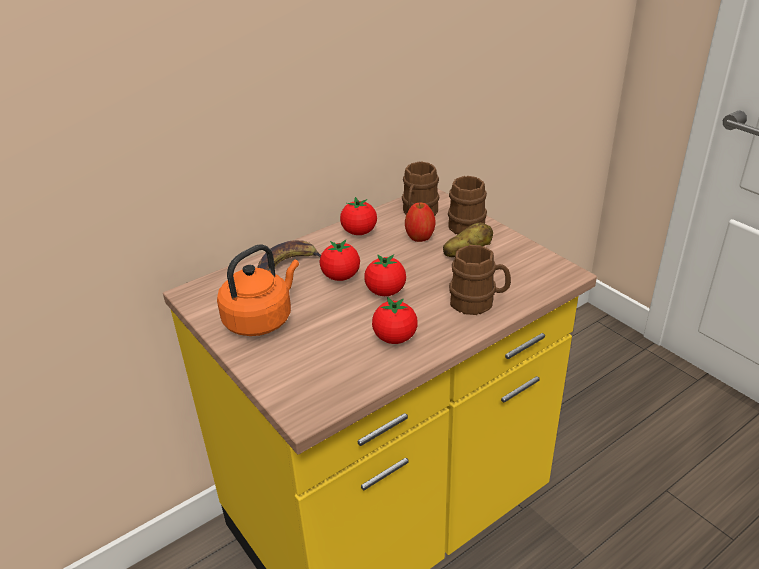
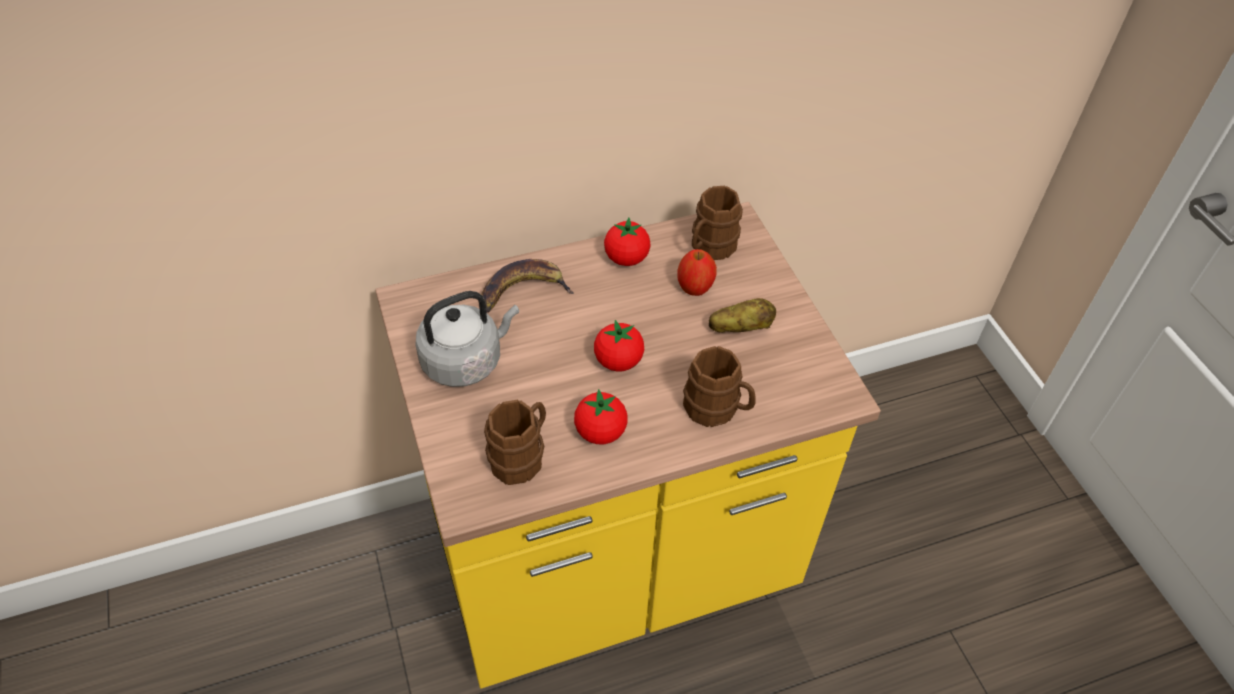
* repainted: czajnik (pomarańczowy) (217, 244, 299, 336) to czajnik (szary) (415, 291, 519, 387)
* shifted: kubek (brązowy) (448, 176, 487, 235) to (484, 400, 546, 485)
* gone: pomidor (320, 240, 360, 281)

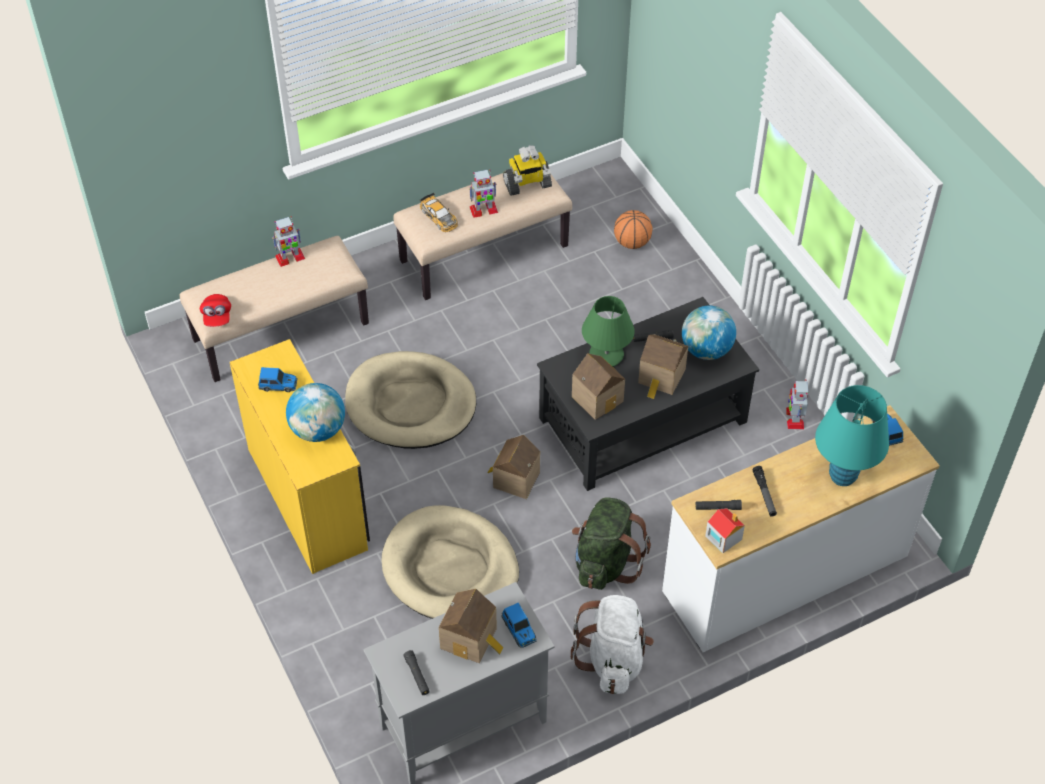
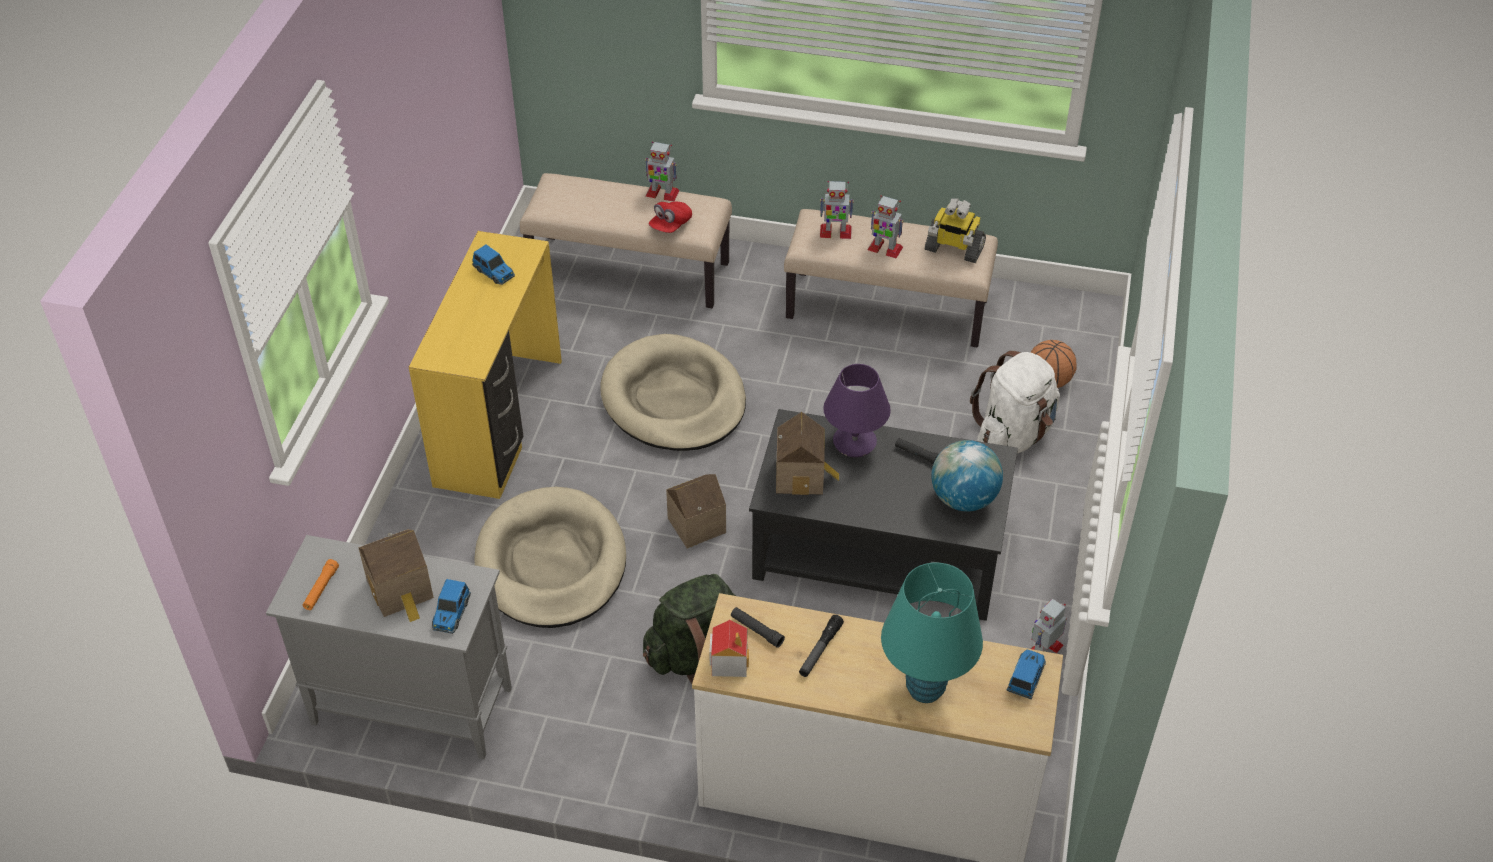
* repainted: latarka (czarny) (403, 650, 430, 695) to latarka (pomarańczowy) (303, 559, 339, 610)
* shifted: czapka z daszkiem (czerwony) (200, 294, 231, 327) to (649, 202, 692, 233)
* swapped: samochodzik (420, 193, 458, 232) to robot zabawkowy (820, 181, 854, 239)
* repainted: lampa stołowa (zielony) (582, 296, 635, 367) to lampa stołowa (fioletowy) (823, 364, 891, 457)
* shifted: plecak (biały) (571, 595, 654, 694) to (970, 351, 1060, 453)
* gone: globus (286, 383, 345, 442)
* gone: domek (638, 334, 688, 399)

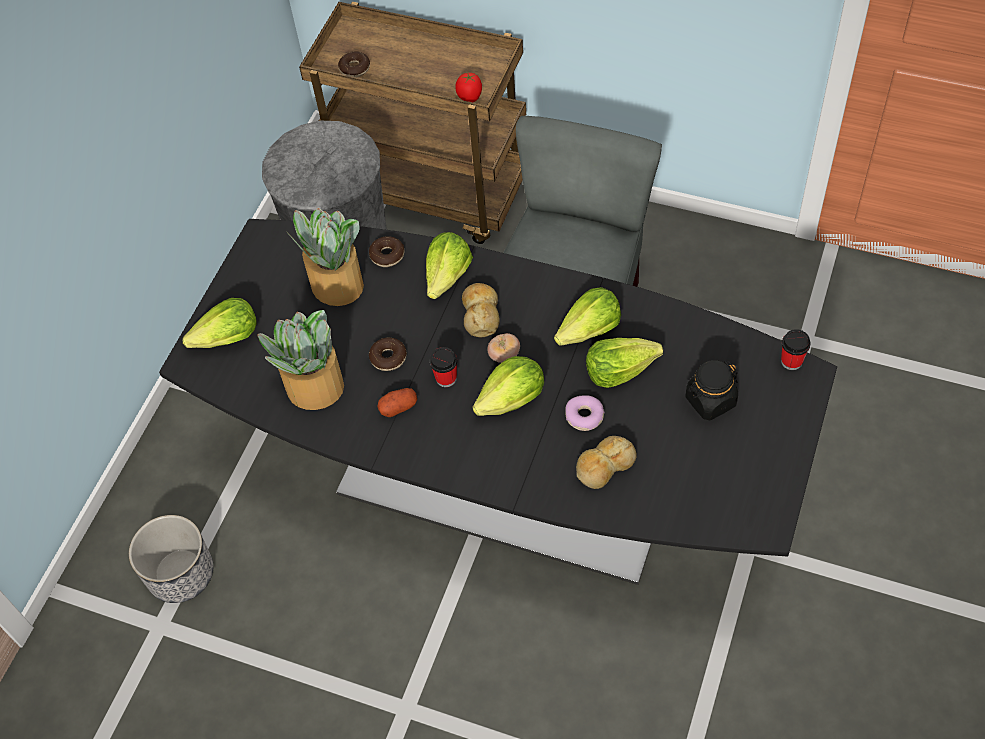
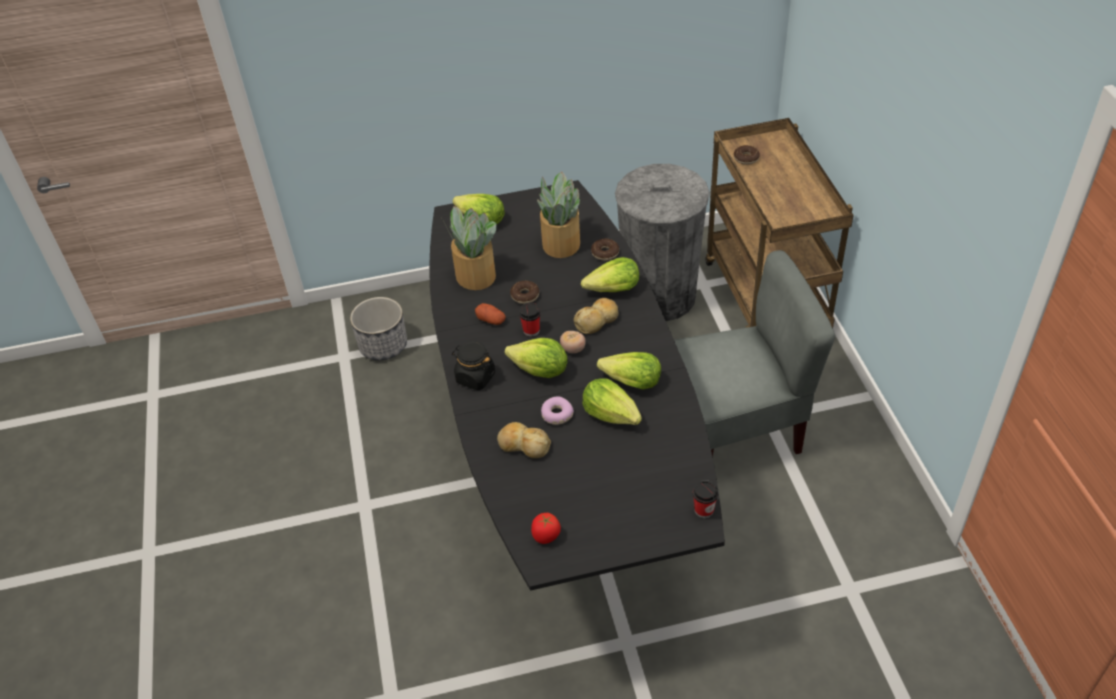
* shifted: słoik (czarny) (685, 360, 738, 420) to (452, 341, 495, 390)
* shifted: pomidor (455, 73, 482, 102) to (531, 513, 561, 544)

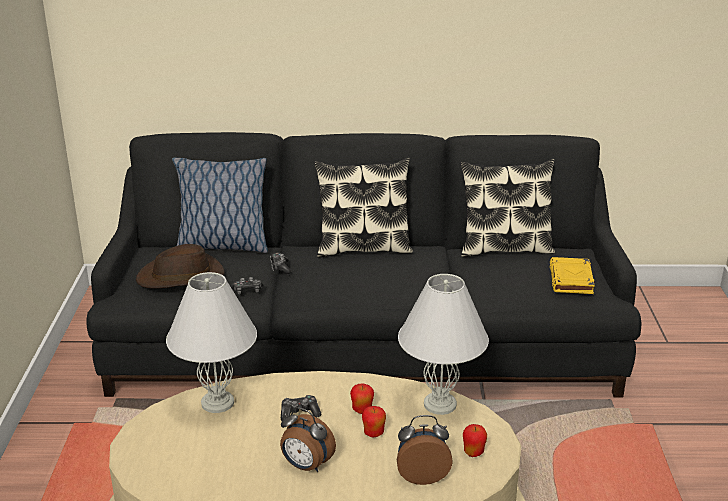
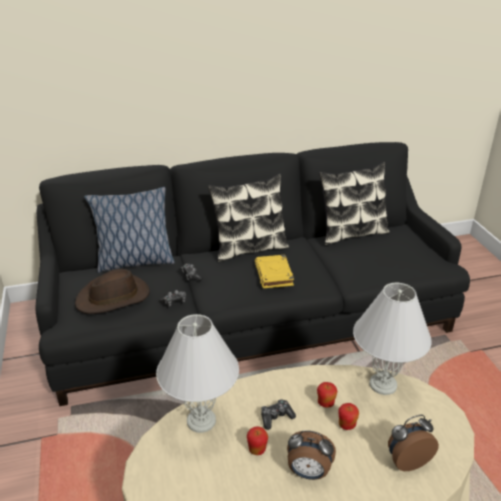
* shifted: jabłko (463, 424, 487, 457) to (247, 426, 268, 455)
* shifted: książka (żółty) (550, 257, 595, 294) to (255, 255, 294, 288)

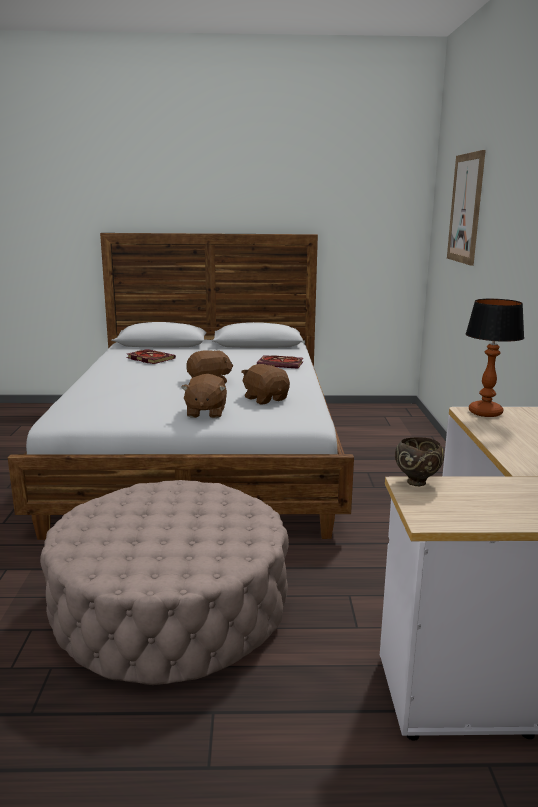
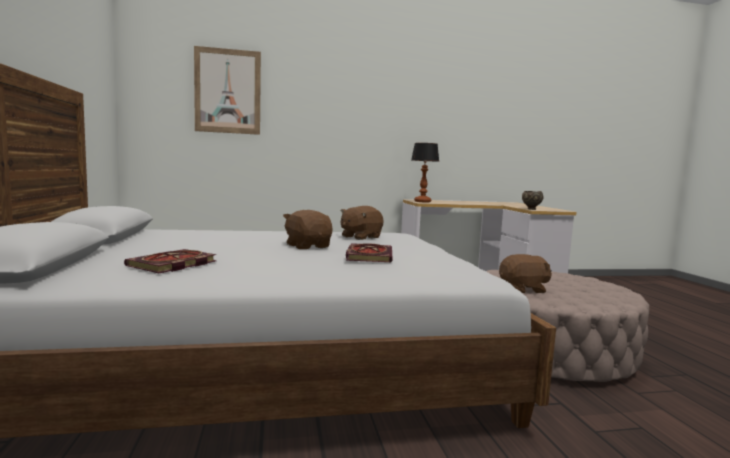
* shifted: książka (257, 355, 303, 369) to (346, 243, 392, 262)
* shifted: pluszak (brązowy) (181, 374, 227, 418) to (499, 254, 552, 293)

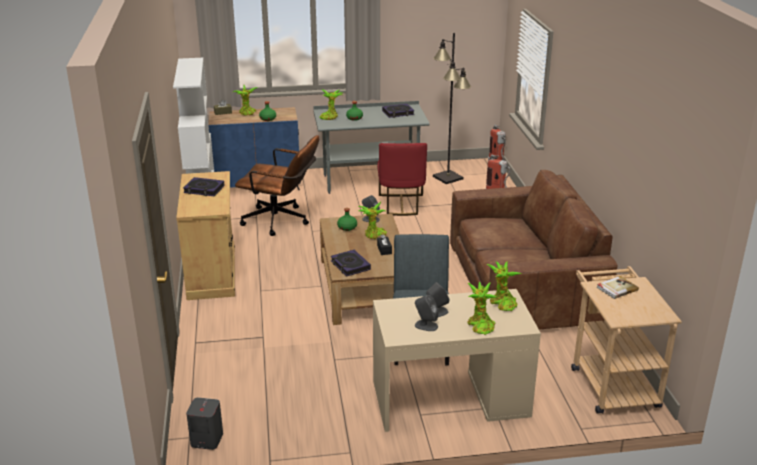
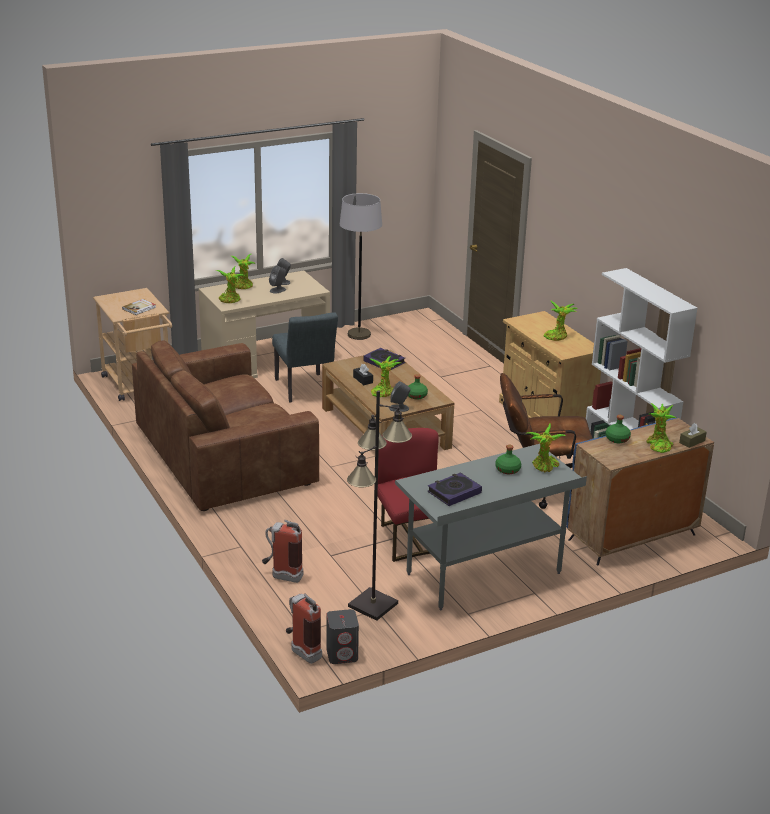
* shifted: głośnik (szary) (186, 398, 223, 450) to (326, 609, 359, 664)
* new: lampa stojąca (szary) (340, 193, 382, 340)
* swapped: książka (183, 177, 225, 196) to roślina doniczkowa (544, 300, 578, 341)

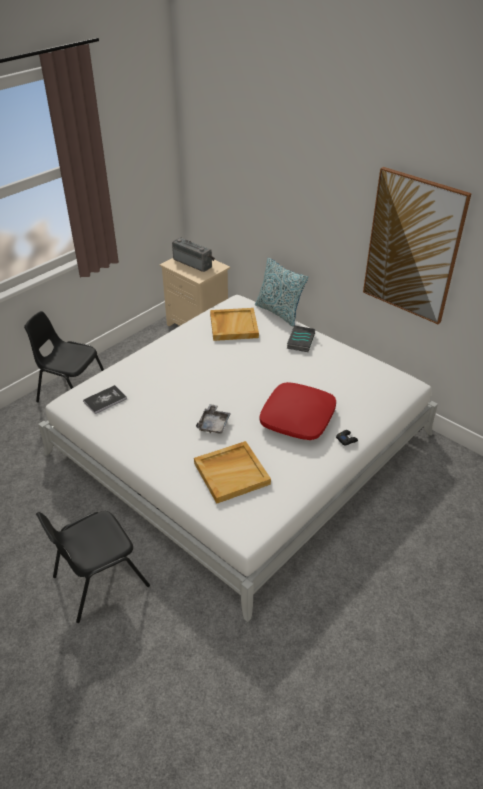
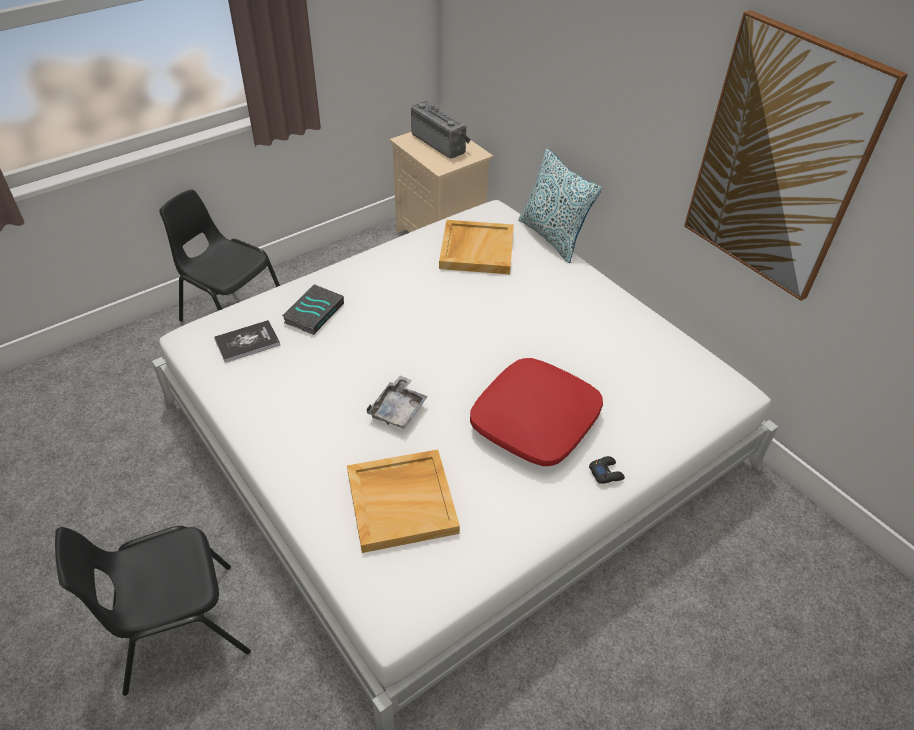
* shifted: książka (287, 325, 315, 352) to (282, 284, 344, 335)

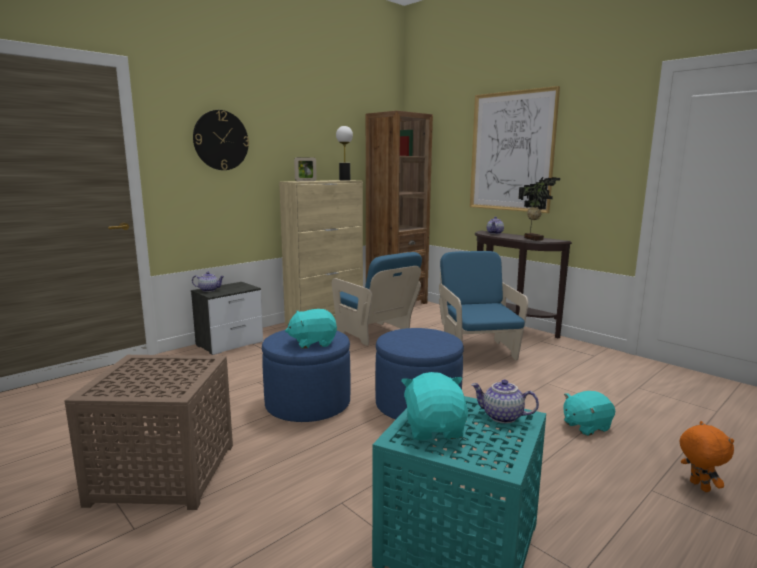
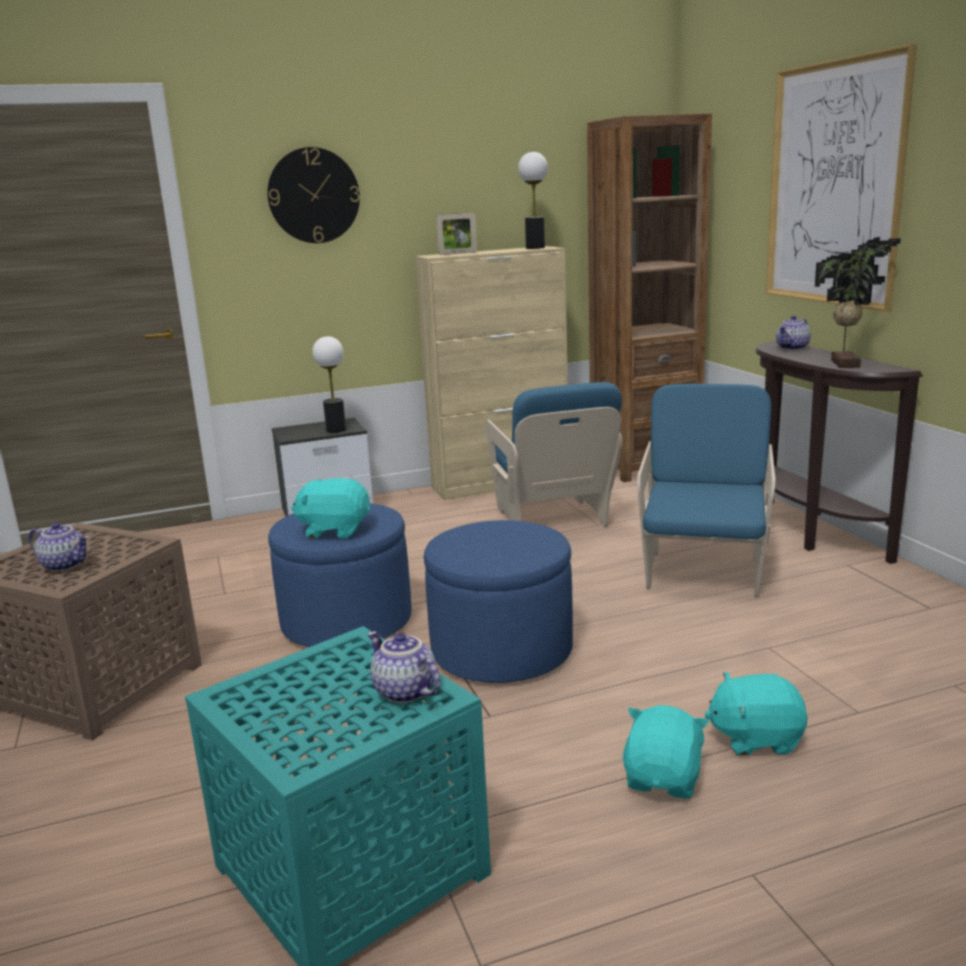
* shifted: imbryk (192, 272, 225, 292) to (29, 522, 89, 572)
* new: lampa stołowa (312, 336, 346, 433)
* shifted: pluszak (turkusowy) (401, 372, 468, 440) to (623, 706, 709, 798)
* gone: pluszak (pomarańczowy) (680, 421, 734, 492)

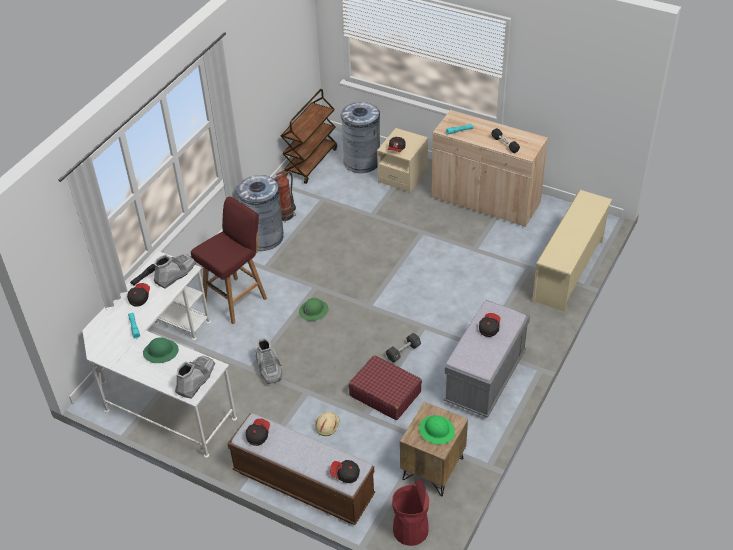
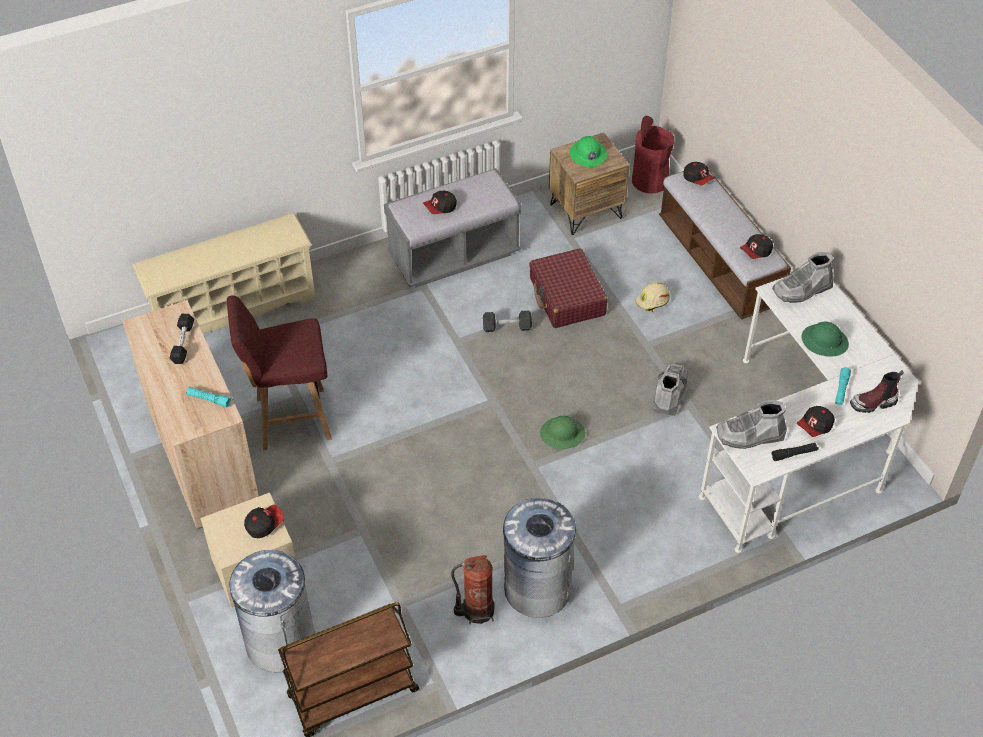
* shifted: stołek (czerwony) (191, 196, 267, 324) to (227, 295, 332, 450)
* new: but z cholewką (850, 370, 904, 413)

